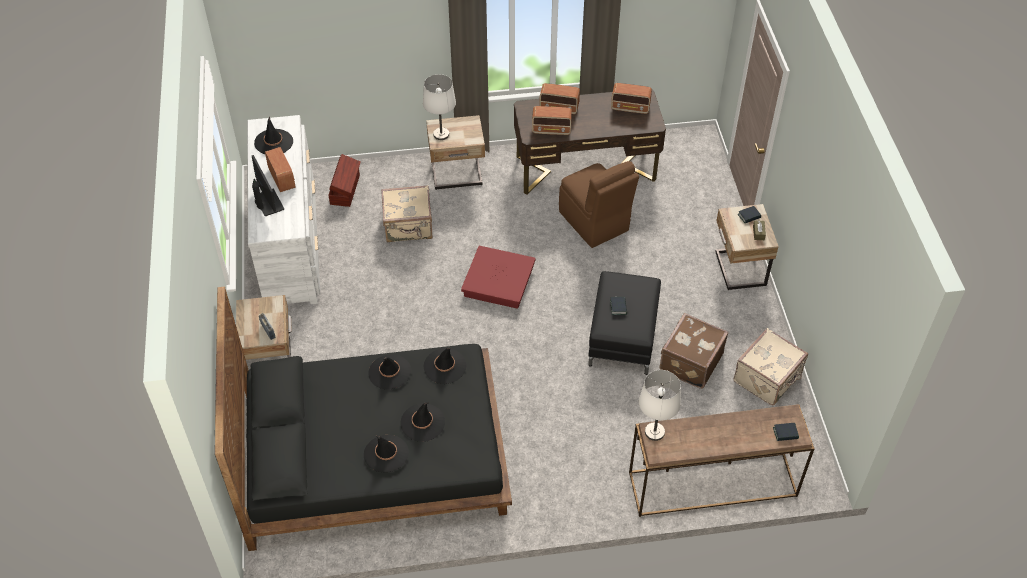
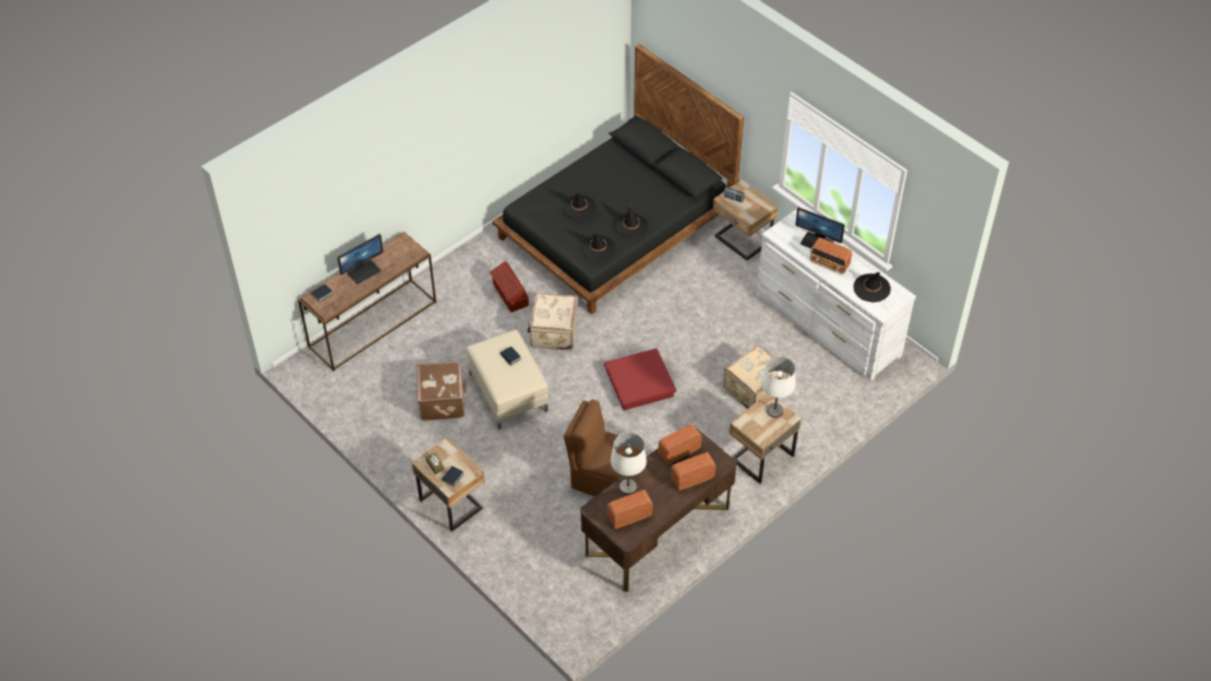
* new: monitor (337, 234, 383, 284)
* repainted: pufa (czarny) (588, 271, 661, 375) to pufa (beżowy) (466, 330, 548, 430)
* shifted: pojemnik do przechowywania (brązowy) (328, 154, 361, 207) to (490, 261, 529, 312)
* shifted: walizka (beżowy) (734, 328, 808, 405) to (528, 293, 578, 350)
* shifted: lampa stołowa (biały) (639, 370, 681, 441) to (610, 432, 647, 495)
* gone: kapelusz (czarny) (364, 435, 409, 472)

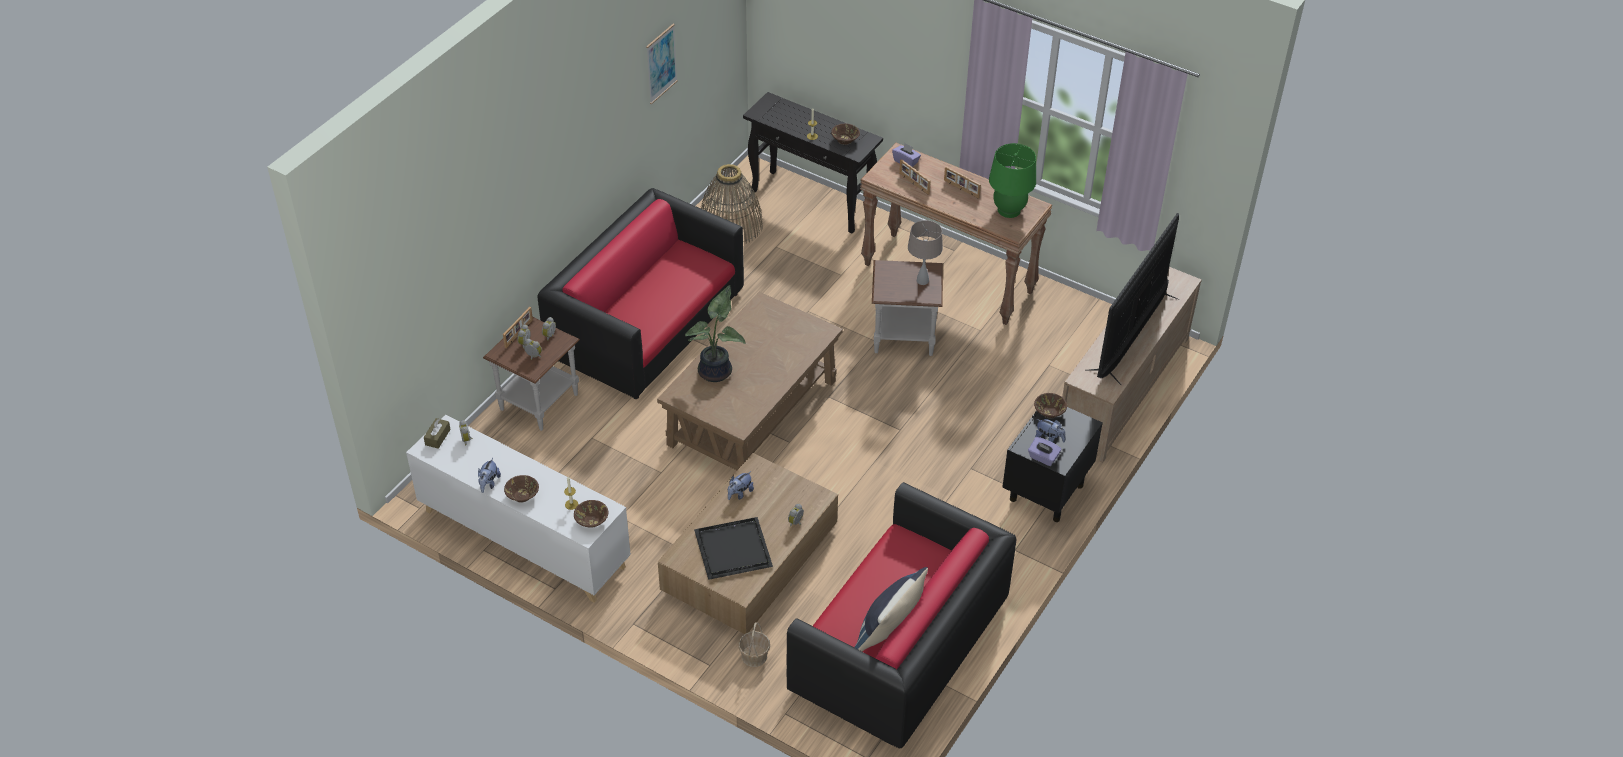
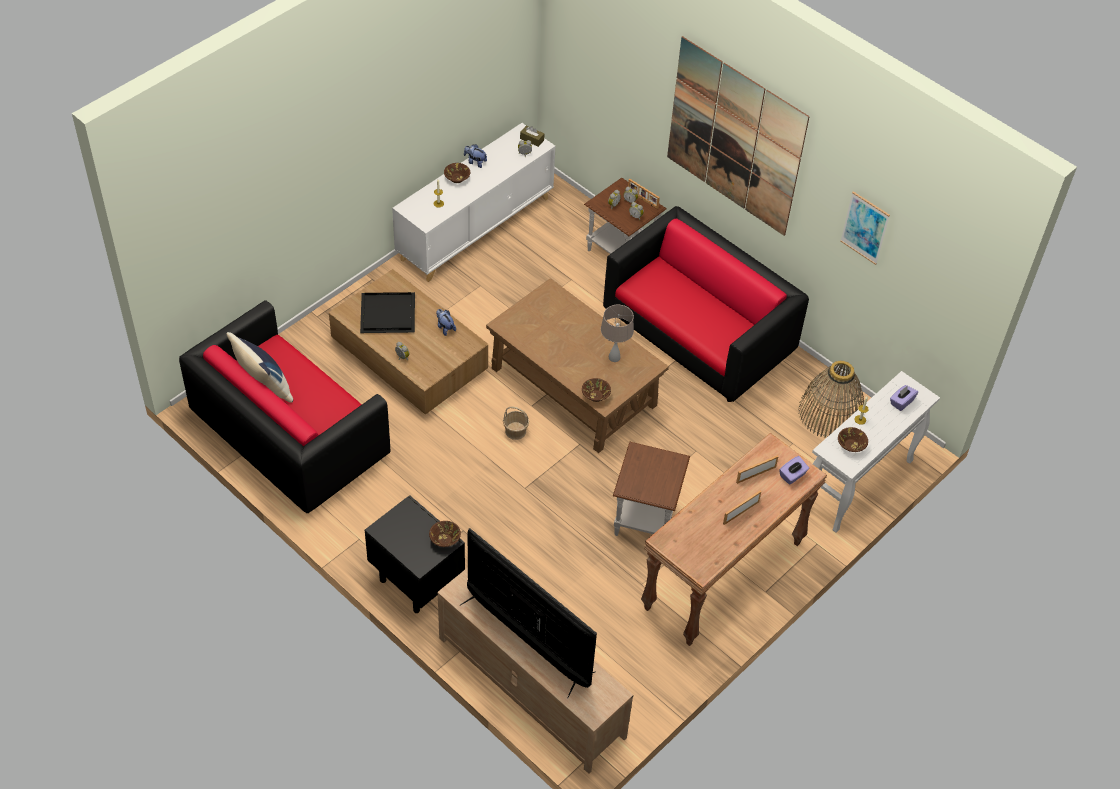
* shifted: koszyk (738, 622, 770, 667) to (503, 406, 529, 440)
* shifted: miska (brązowy) (574, 500, 608, 527) to (582, 378, 611, 402)
* shifted: lampa stołowa (beżowy) (908, 220, 943, 285) to (601, 305, 634, 362)
* new: obraz (667, 36, 810, 236)
* repainted: stolik konsolowy (czarny) (743, 92, 883, 233) to stolik konsolowy (biały) (812, 371, 940, 533)
* shifted: pudełko chusteczek (fioletowy) (1028, 437, 1061, 466) to (890, 385, 918, 411)
* gone: roślina doniczkowa (685, 285, 746, 382)
* gone: lampa stołowa (zielony) (989, 143, 1036, 218)
* gone: pluszak (1035, 419, 1065, 443)

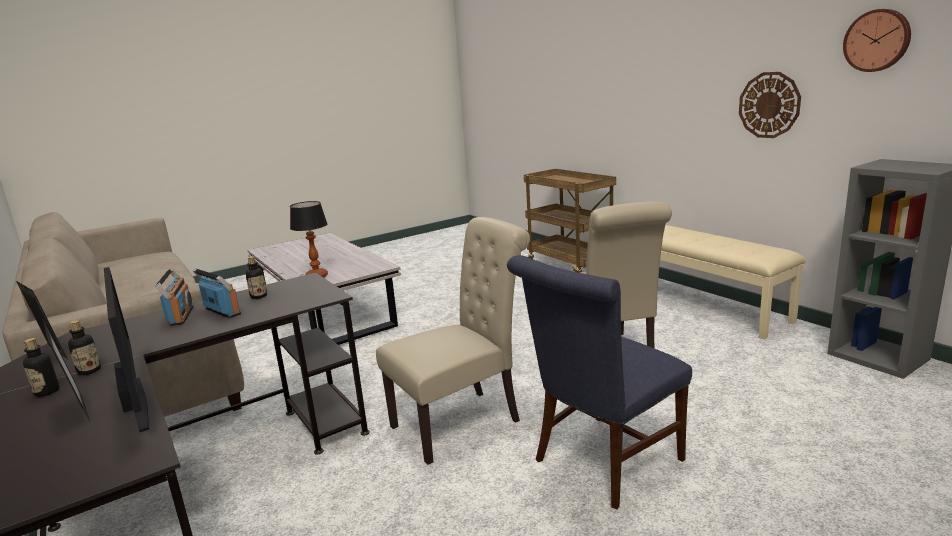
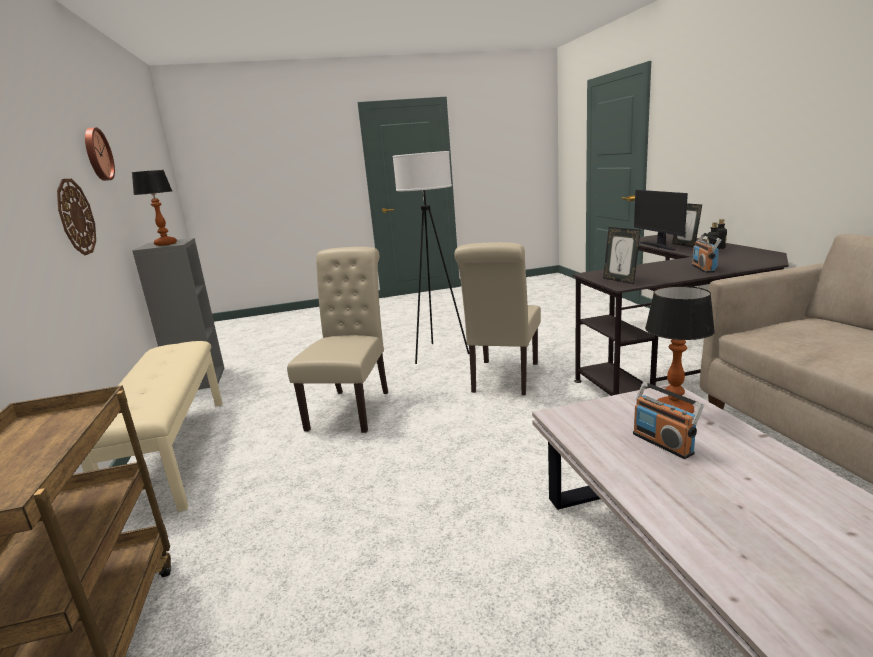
* new: lampa stołowa (132, 170, 177, 246)
* swapped: krzesło (niebieski) (507, 255, 692, 509) to lampa stojąca (biały) (392, 151, 469, 364)
* rotated: krzesło (beżowy) (376, 217, 530, 465) = (454, 242, 541, 395) 60 degrees counterclockwise
* shifted: ramka na zdjęcie (16, 281, 67, 359) to (603, 227, 641, 284)
* shifted: radio (193, 269, 241, 318) to (633, 382, 704, 459)
* gone: butelka (246, 256, 267, 299)

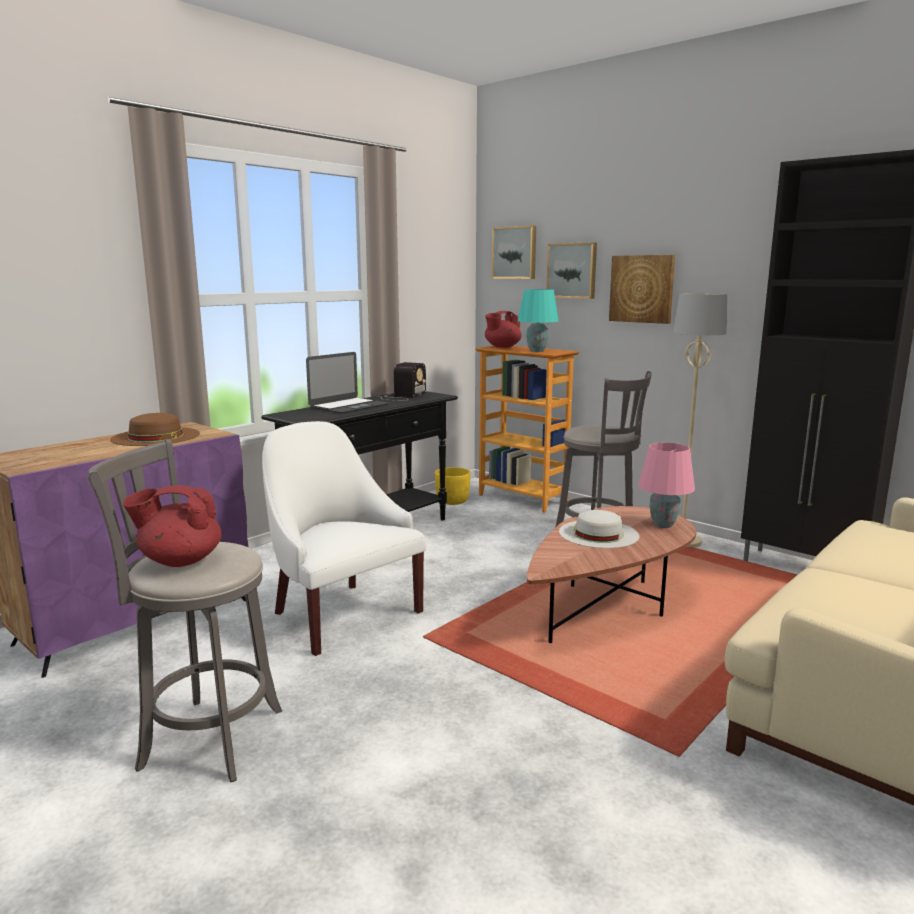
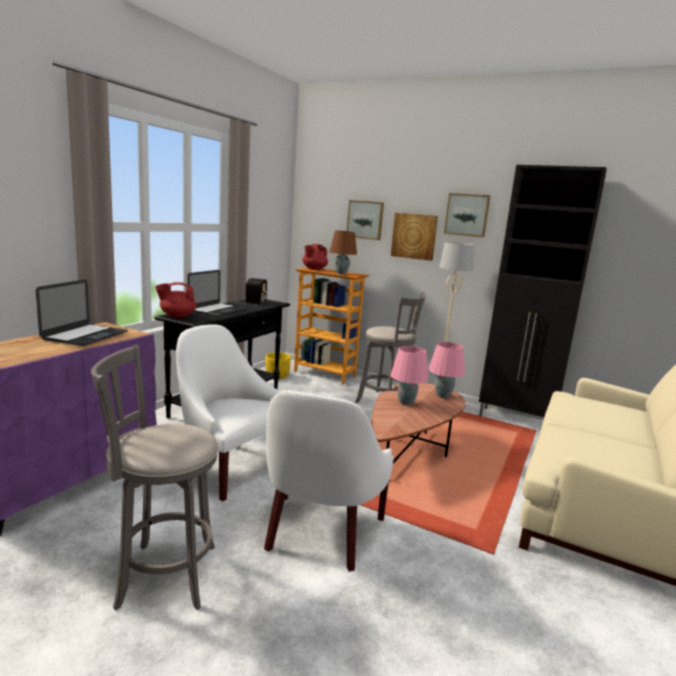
* swapped: kapelusz (brązowy) (110, 413, 200, 446) to laptop (36, 279, 128, 346)
* shifted: imbryk (czerwony) (123, 486, 222, 567) to (155, 282, 197, 318)
* new: fotel (biały) (264, 390, 393, 571)
* repainted: lampa stołowa (turkusowy) (518, 289, 559, 352) to lampa stołowa (brązowy) (329, 231, 357, 275)
* swapped: kapelusz (biały) (559, 510, 639, 548) to lampa stołowa (różowy) (391, 346, 429, 406)
* shifted: obraz (492, 226, 536, 279) to (444, 193, 490, 237)

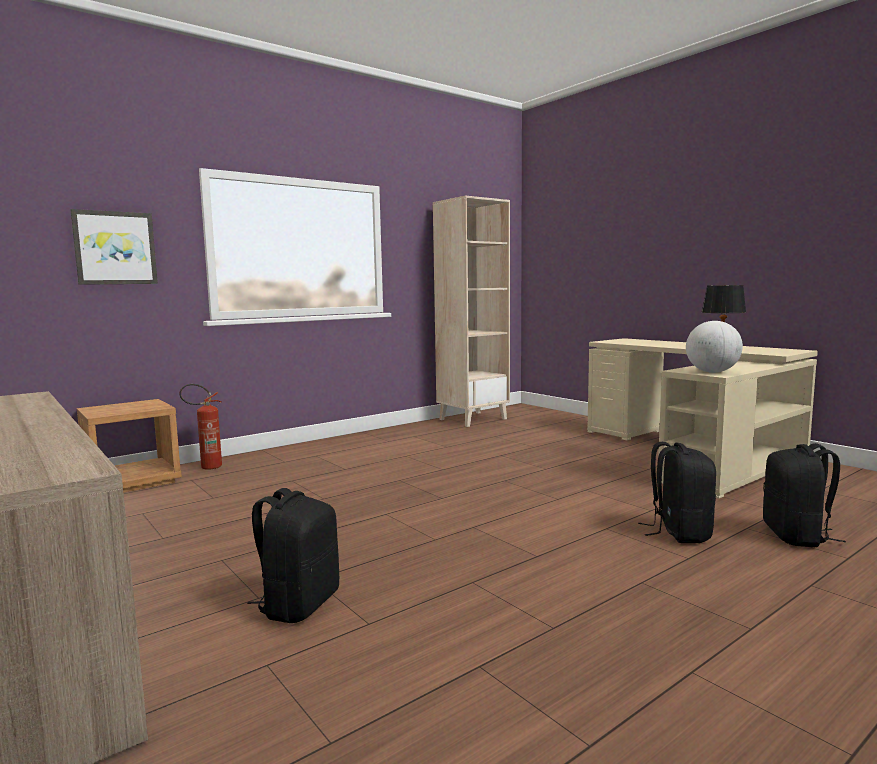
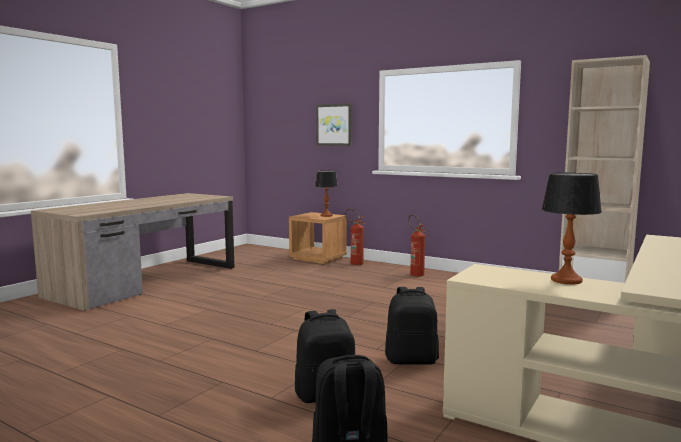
* new: lampa stołowa (315, 171, 338, 217)
* shifted: plecak (czarny) (247, 488, 339, 623) to (385, 287, 439, 365)
* new: gaśnica (408, 215, 425, 276)
* gone: globus (686, 321, 743, 373)

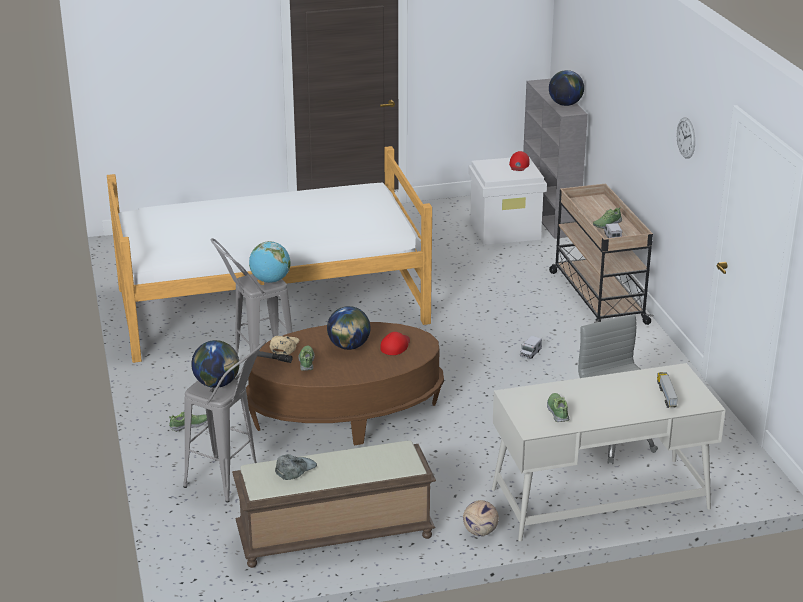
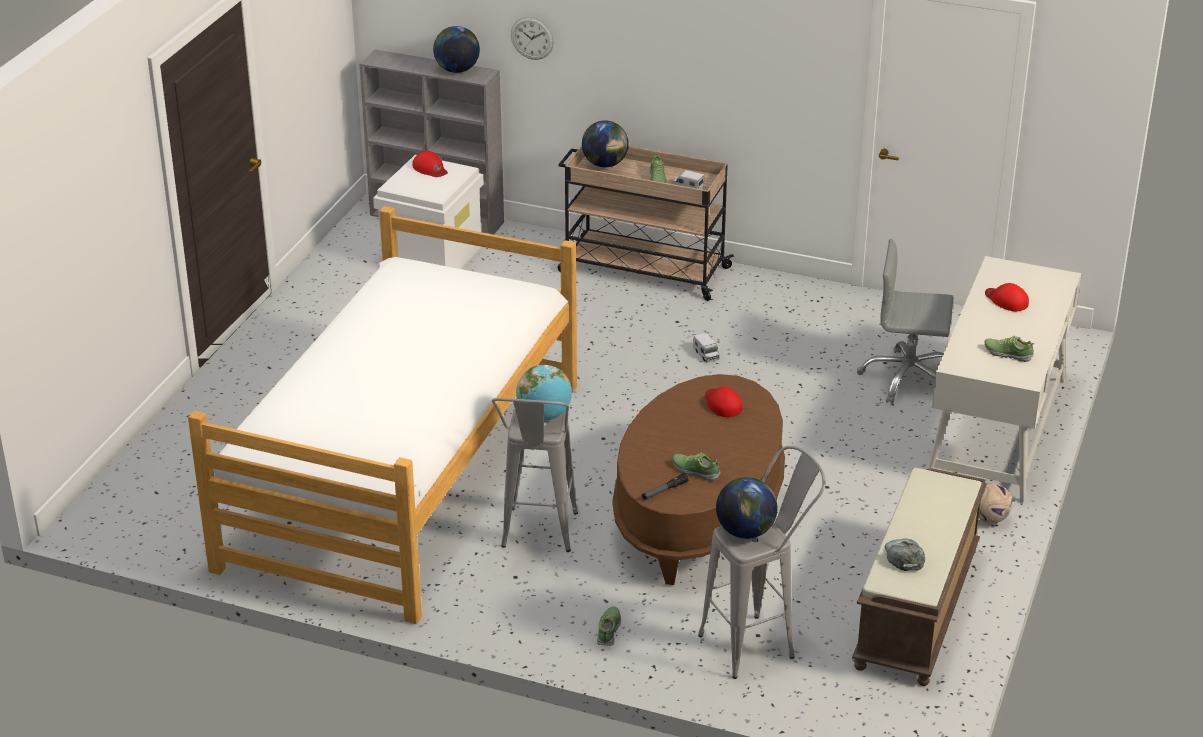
* shifted: zegar ścienny (677, 117, 695, 159) to (511, 17, 554, 60)
* shifted: globus (327, 306, 370, 350) to (582, 120, 629, 167)
* new: czapka z daszkiem (czerwony) (985, 283, 1029, 311)
* gone: czapka z daszkiem (beżowy) (269, 336, 299, 355)
* gone: ciężarówka zabawkowa (657, 372, 678, 408)

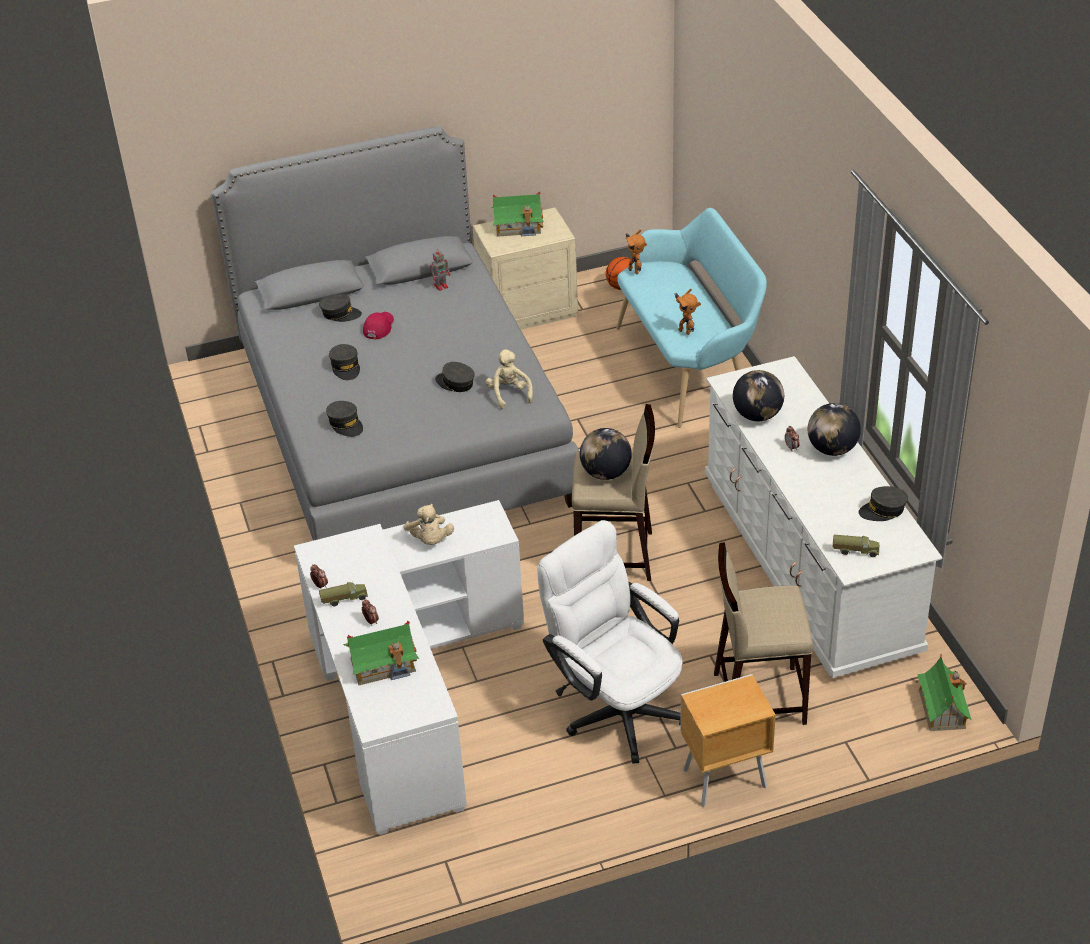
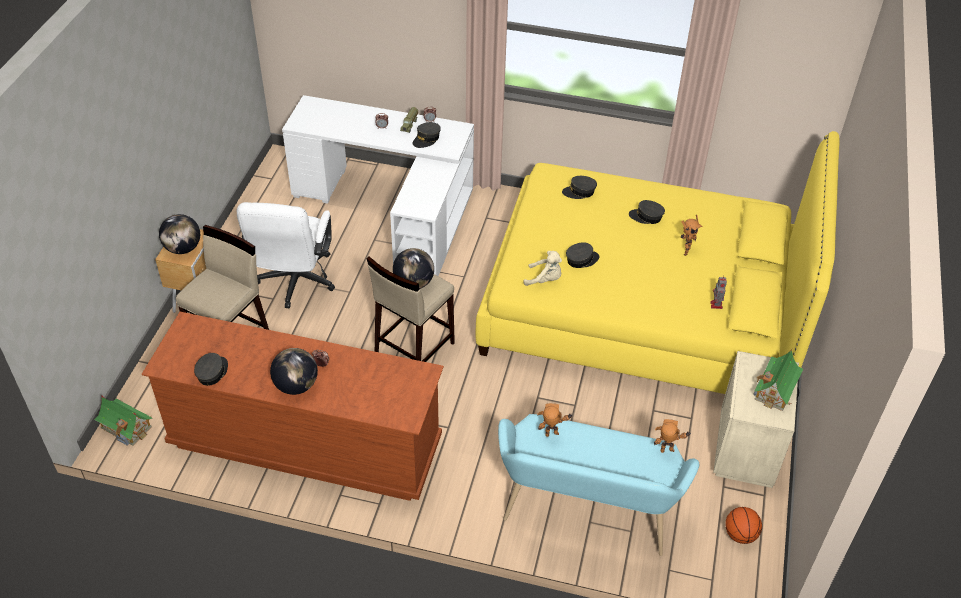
* repainted: komoda (biały) (705, 356, 942, 678) to komoda (brązowy) (142, 312, 444, 501)
* shifted: globus (733, 370, 784, 421) to (159, 214, 200, 254)
* rotated: krzesło biurowe (biały) (537, 520, 683, 764) = (237, 202, 335, 309) 105 degrees clockwise
* shifted: czapka z daszkiem (szary) (319, 294, 362, 322) to (413, 122, 441, 148)
* repainted: łóżko (szary) (211, 126, 579, 541) to łóżko (żółty) (476, 131, 840, 394)
* swapped: czapka z daszkiem (czerwony) (363, 312, 394, 339) to robot zabawkowy (681, 215, 703, 256)
* gone: domek (344, 621, 419, 685)
* gone: pluszak (beżowy) (403, 504, 454, 545)
* gone: ciężarówka zabawkowa (833, 535, 879, 557)

